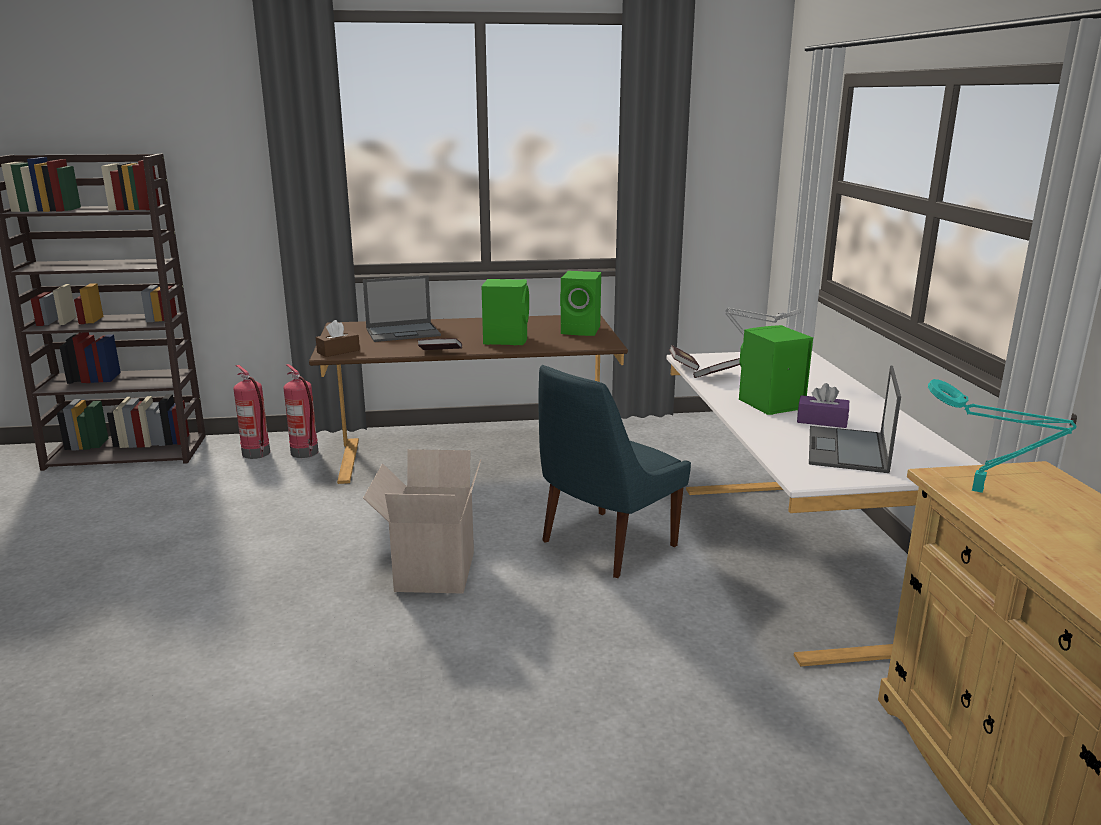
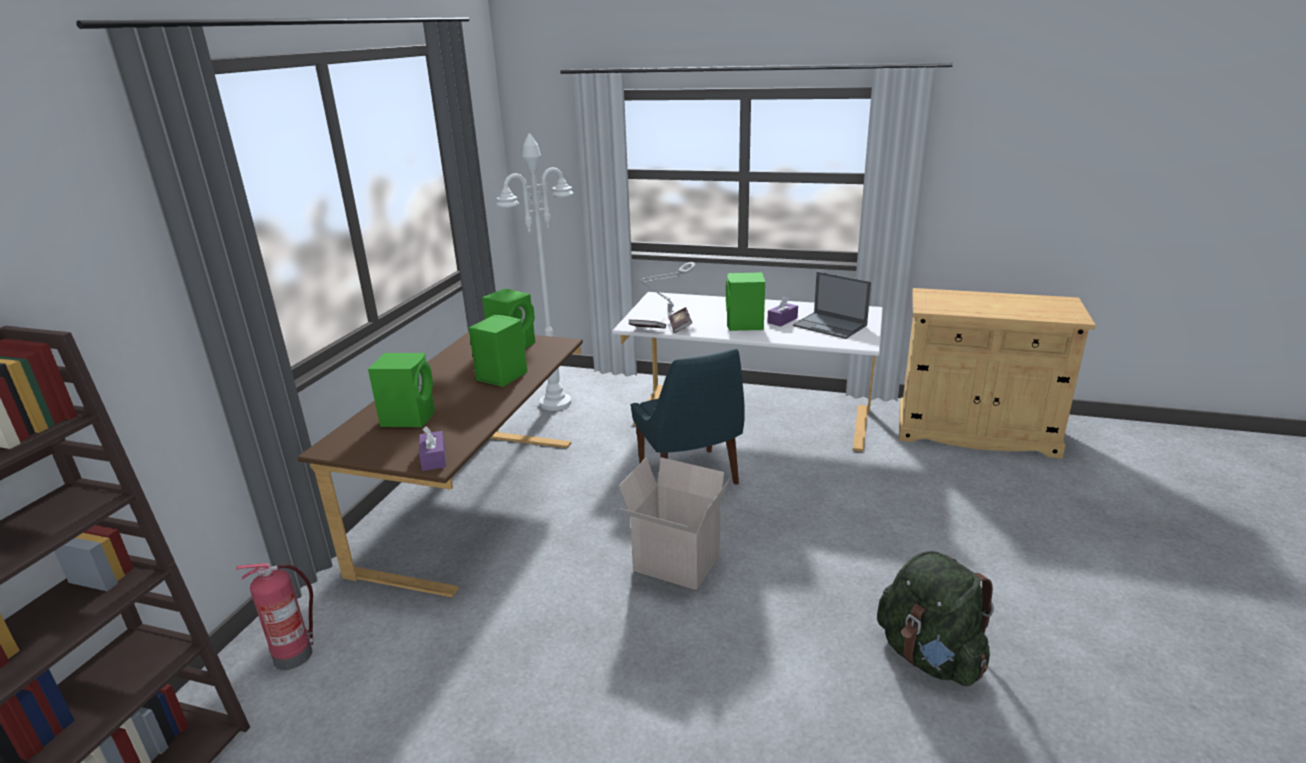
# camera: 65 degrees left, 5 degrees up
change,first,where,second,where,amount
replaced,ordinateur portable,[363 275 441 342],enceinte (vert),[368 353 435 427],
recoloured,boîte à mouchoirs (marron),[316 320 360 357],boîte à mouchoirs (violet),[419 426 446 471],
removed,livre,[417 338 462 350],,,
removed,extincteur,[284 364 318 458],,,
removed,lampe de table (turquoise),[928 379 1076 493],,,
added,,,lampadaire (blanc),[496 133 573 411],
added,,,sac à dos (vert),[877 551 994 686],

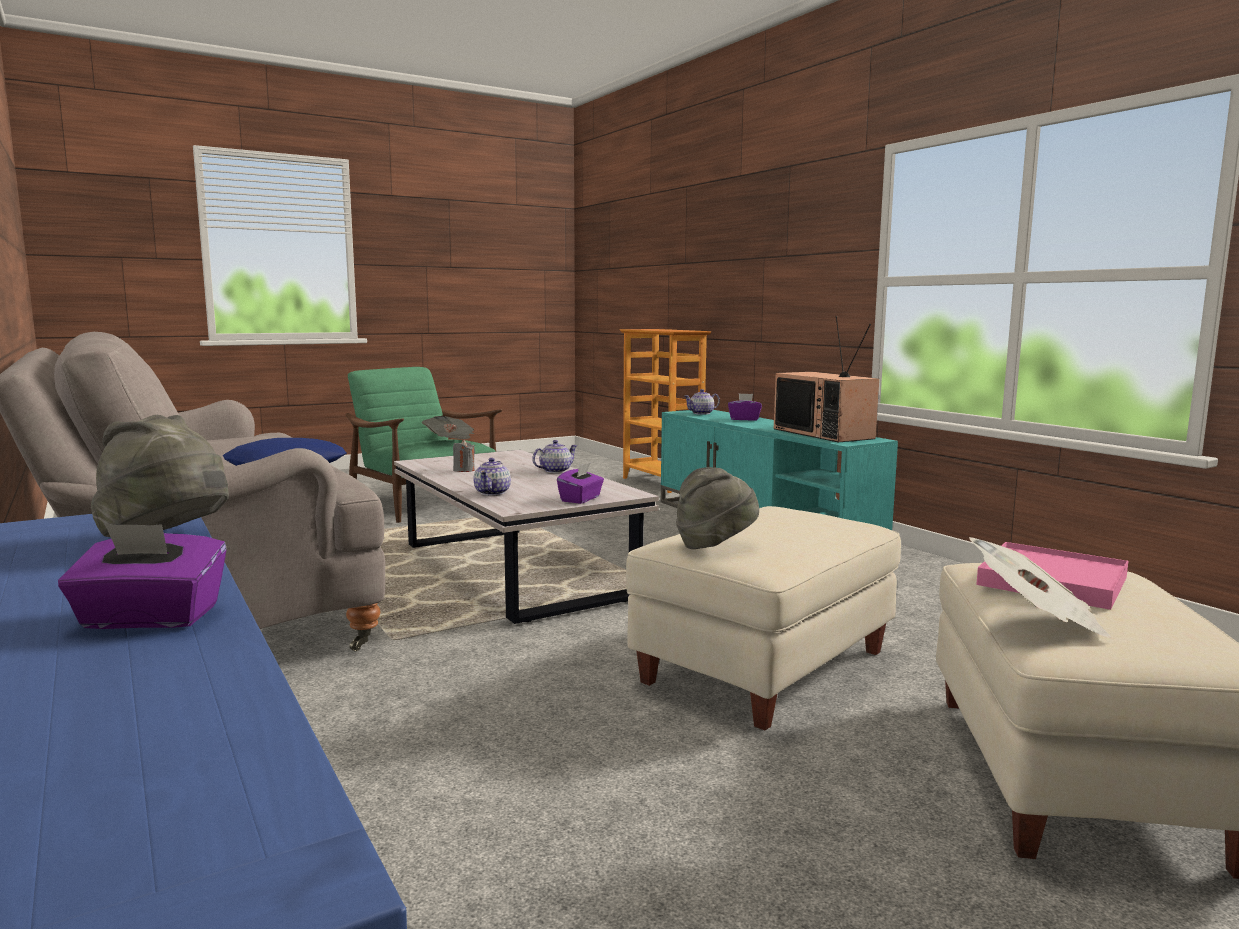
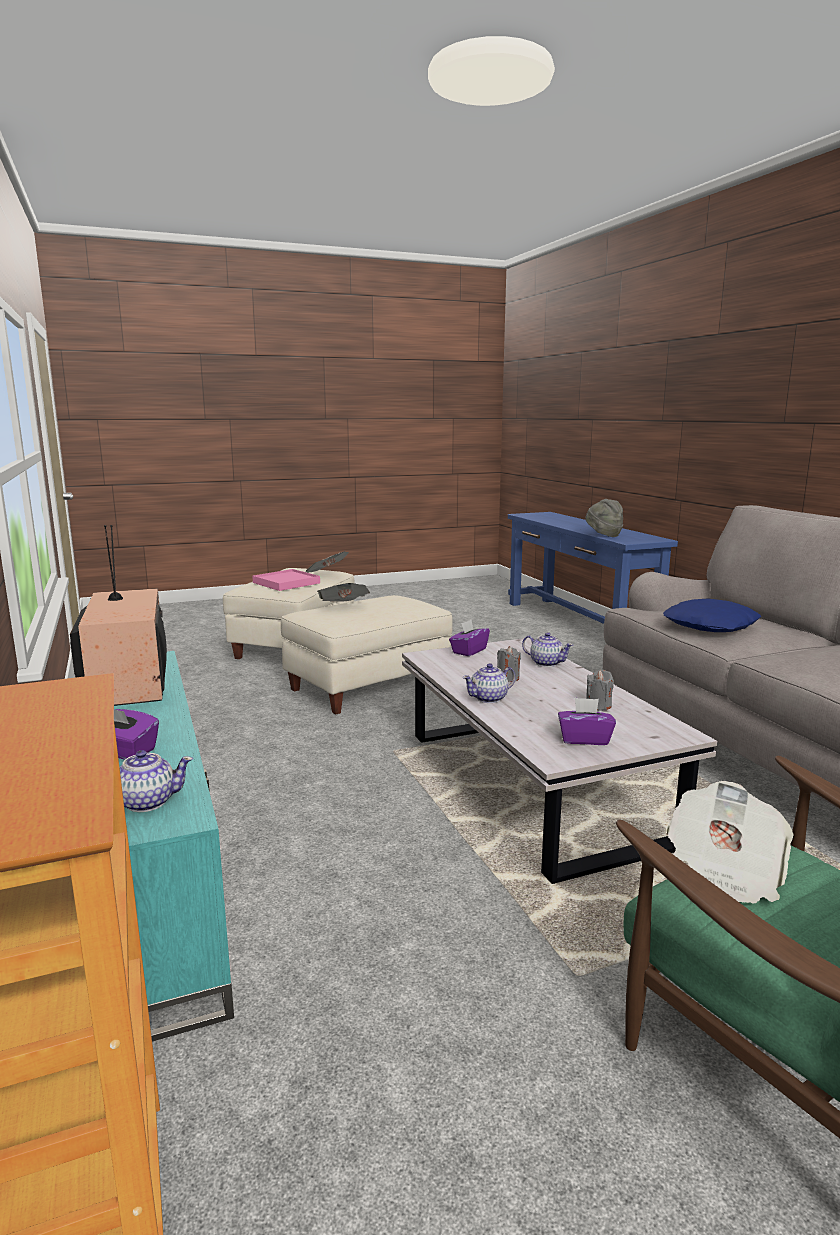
# camera: 170 degrees left, 5 degrees up
change,first,where,second,where,amount
turned,théière,[474 458 511 496],,[522 632 573 667],105 degrees clockwise
removed,chapeau (gris),[676 467 759 549],,,
moved,boîte à mouchoirs (violet),[58 523 227 629],,[558 698 616 745],
added,,,journal,[317 583 370 602],
added,,,bougie (gris),[497 646 521 682],

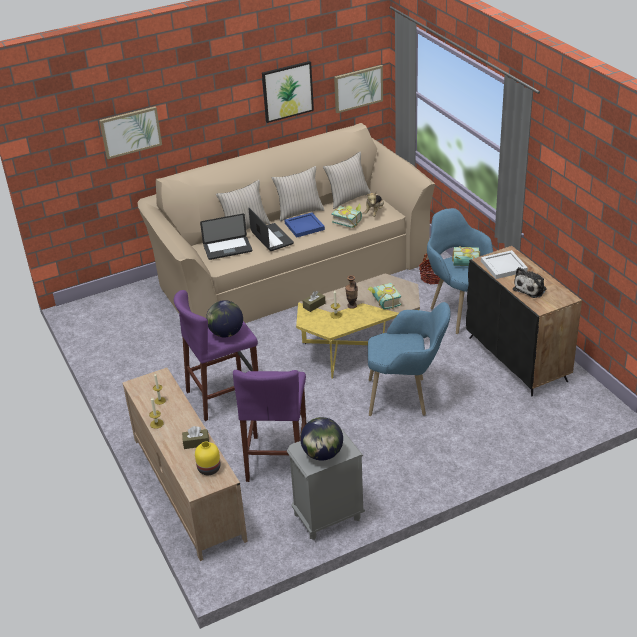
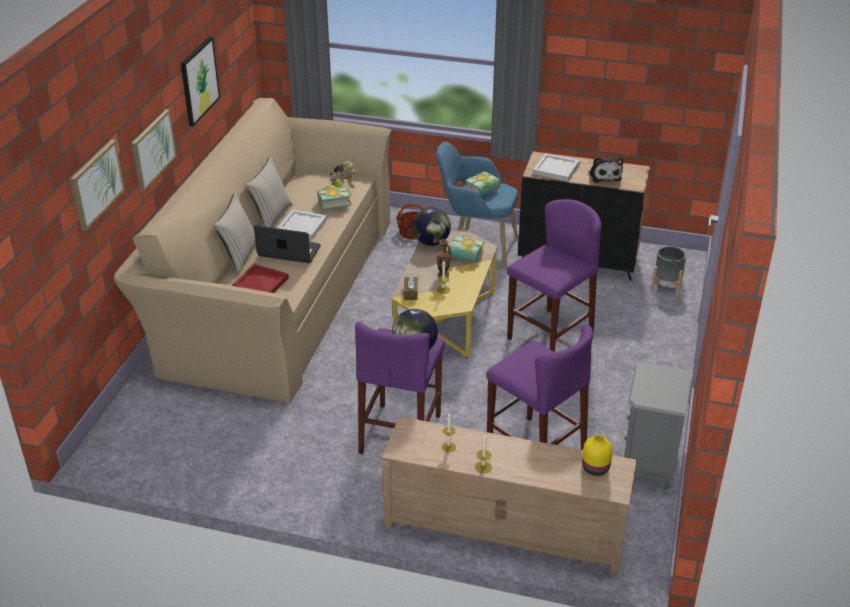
# camera: 50 degrees left, 0 degrees up
change,first,where,second,where,amount
moved,tableau,[334 65 383 113],,[131 109 177 192],
removed,coussin (beige),[323 152 371 209],,,
recoloured,plateau (bleu),[285 212 325 238],plateau (blanc),[278 209 327 239],
replaced,ordinateur portable,[200 214 252 260],plateau (rouge),[232 264 289 293],
replaced,fauteuil (bleu),[368 302 451 416],tabouret (violet),[507 199 601 352],
moved,globe,[300 417 343 461],,[413 207 451 246],
removed,boîte à mouchoirs (marron),[182 426 209 449],,,
added,,,cache-pot (gris),[651 246 686 296],

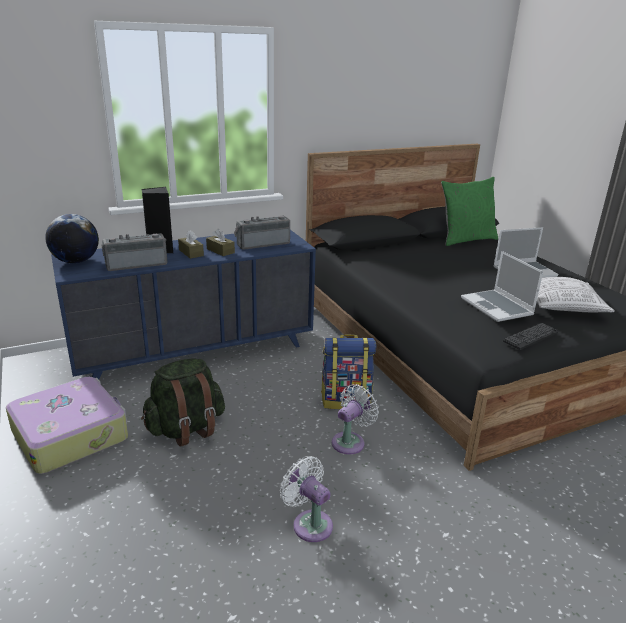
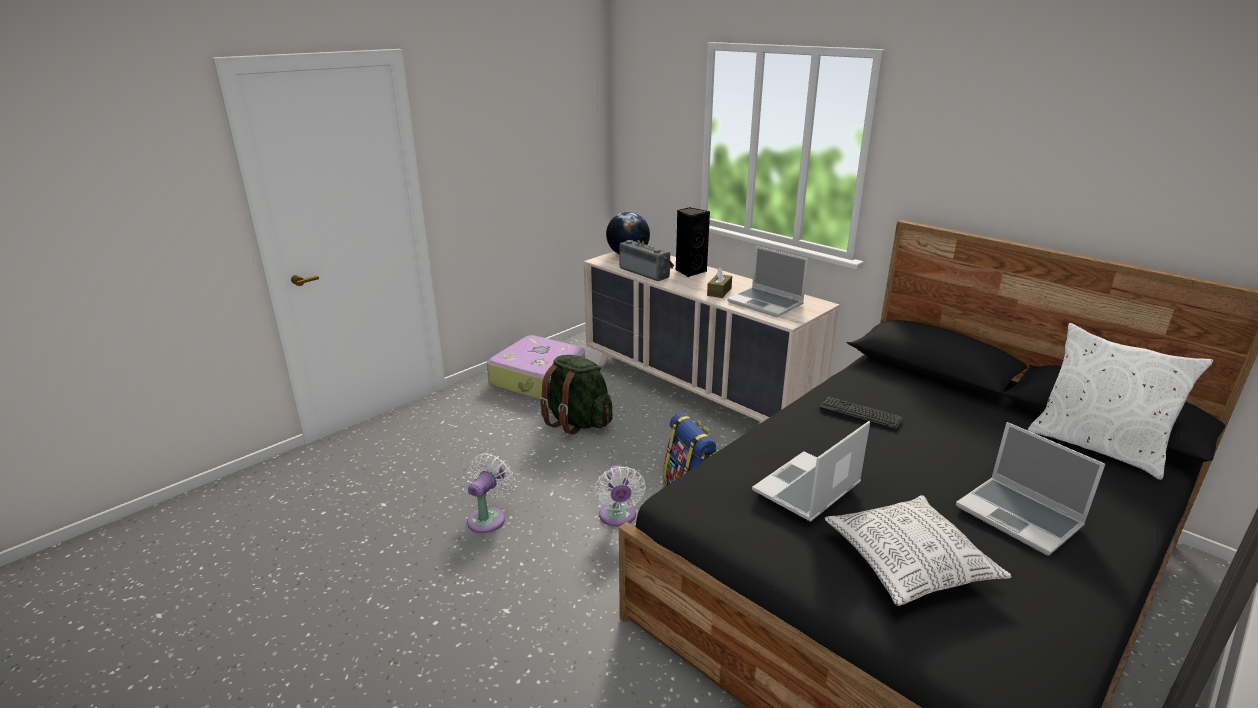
# camera: 70 degrees right, 0 degrees up
change,first,where,second,where,amount
recoloured,coussin (vert),[441 177 498 246],coussin (blanc),[1028 323 1213 480],
replaced,radio,[234 216 290 250],ordinateur portable,[727 246 808 317],
recoloured,commode (bleu),[51 230 316 379],commode (beige),[584 251 840 423],
removed,boîte à mouchoirs (marron),[178 230 204 259],,,
moved,clavier,[503 323 558 350],,[820 396 903 431],
turned,ventilateur (blanc),[332 384 379 455],,[594 465 646 527],60 degrees clockwise

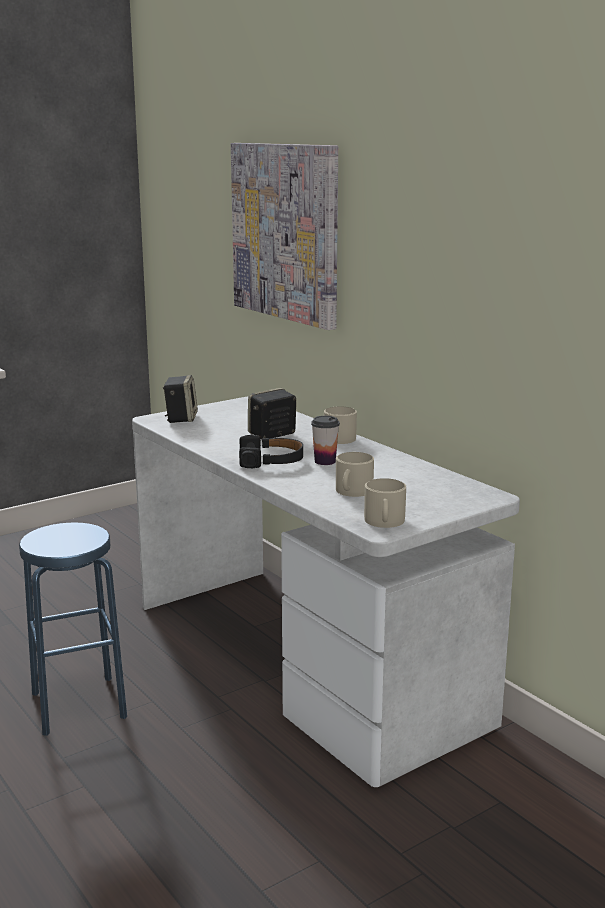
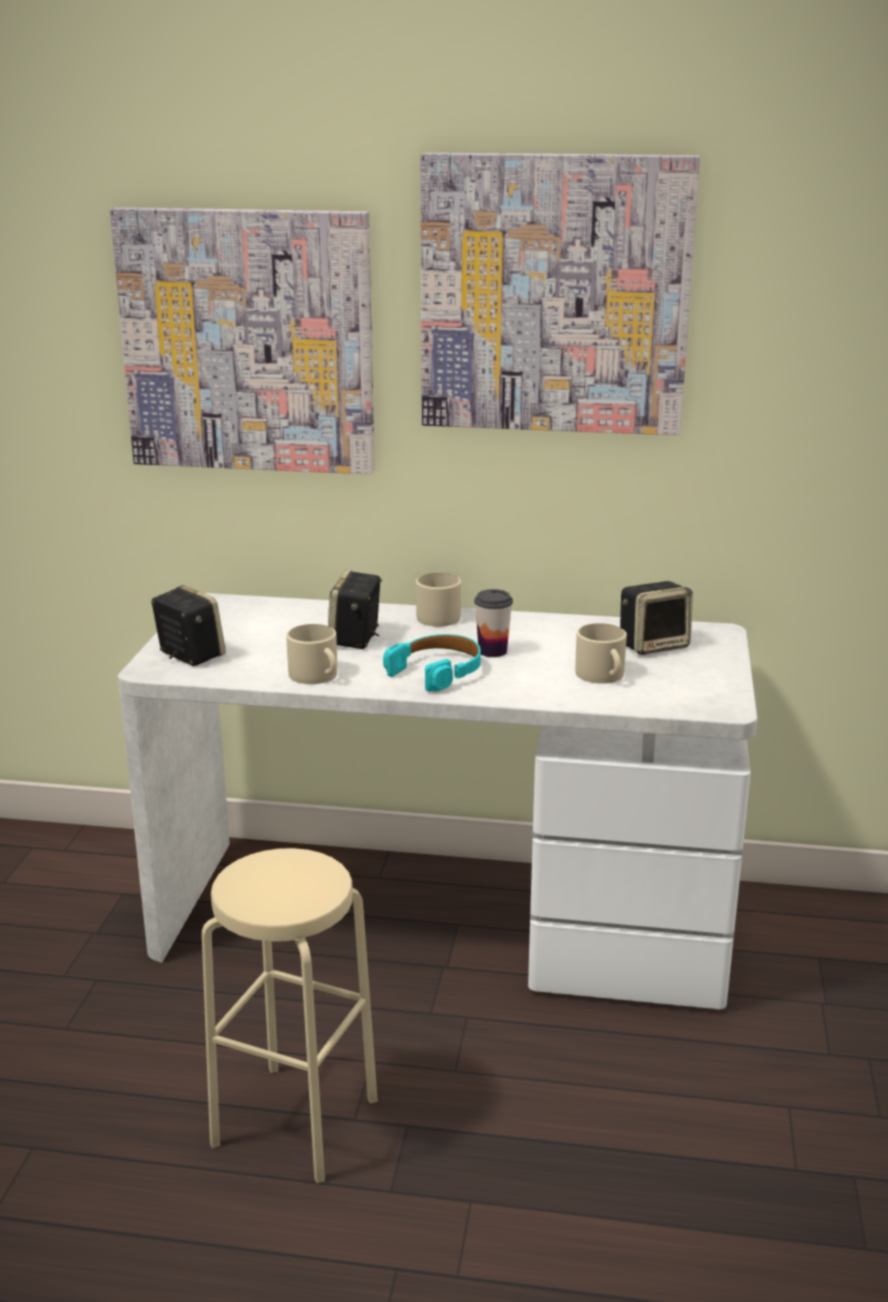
# camera: 45 degrees left, 5 degrees up
change,first,where,second,where,amount
recoloured,casque audio (noir),[239 435 303 468],casque audio (turquoise),[383 634 481 692],
moved,mug (beige),[364 478 406 528],,[286 624 337 684],
recoloured,tabouret (bleu),[19 522 127 736],tabouret (beige),[202 848 377 1183],
added,,,tableau,[420 153 700 435],
added,,,enceinte,[620 581 693 655],

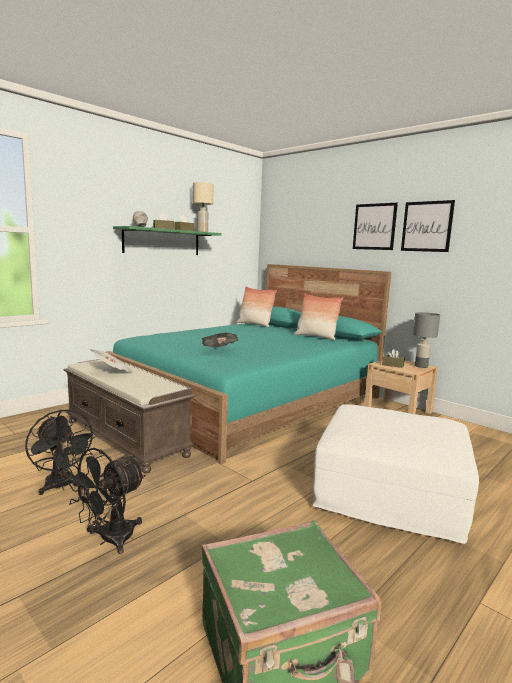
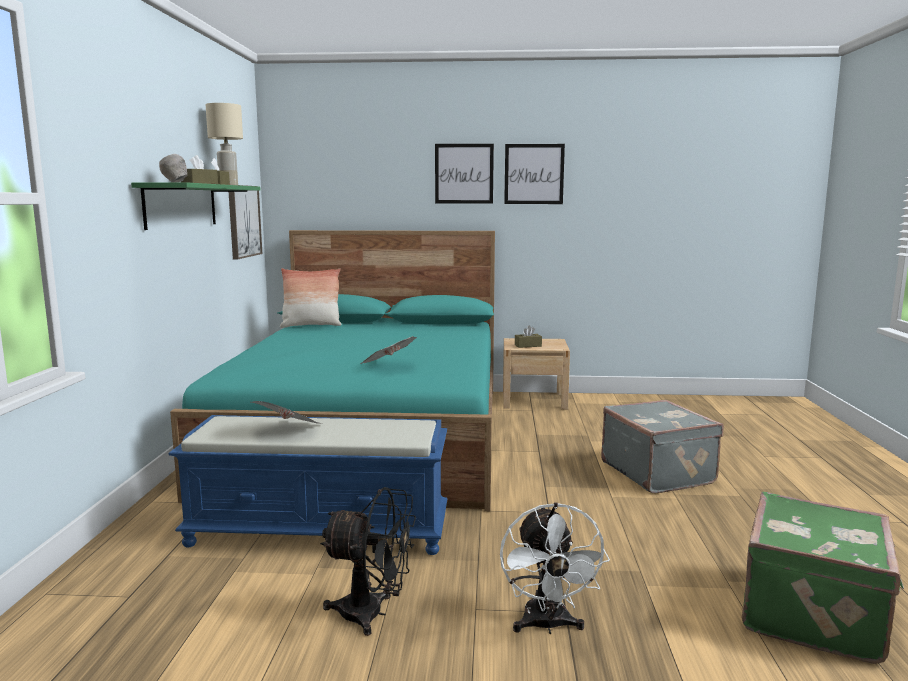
# camera: 40 degrees left, 0 degrees up
change,first,where,second,where,amount
removed,coussin,[294 293 343 340],,,
removed,lampe de table (gris),[413 312 440 368],,,
recoloured,banc (marron),[63 359 195 473],banc (bleu),[169 415 447 555],
replaced,pouf (blanc),[312 404 479 544],valise (gris),[601 400 724 493],
recoloured,ventilateur (noir),[64 448 146 554],ventilateur (blanc),[500 503 610 634],
added,,,tableau,[229 185 262 259],

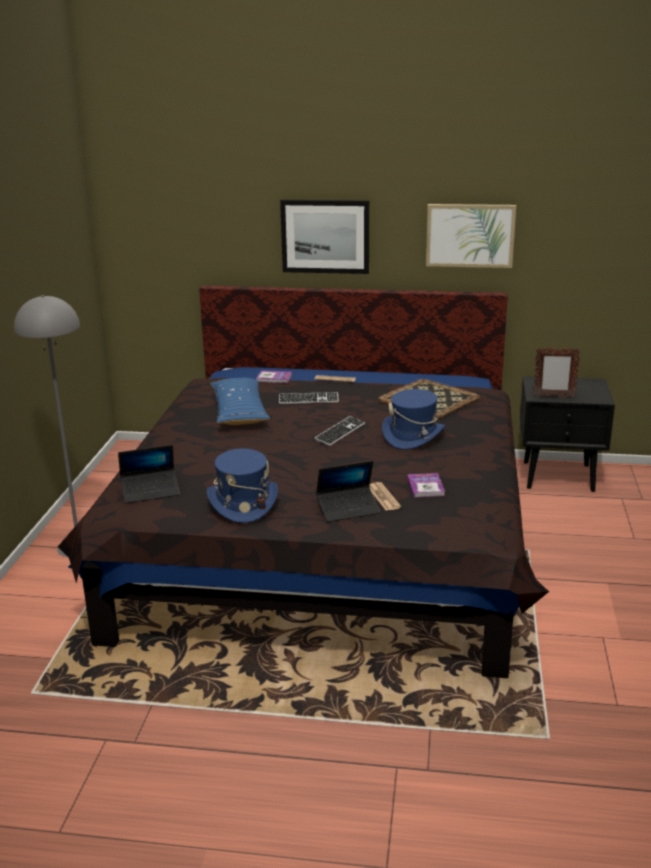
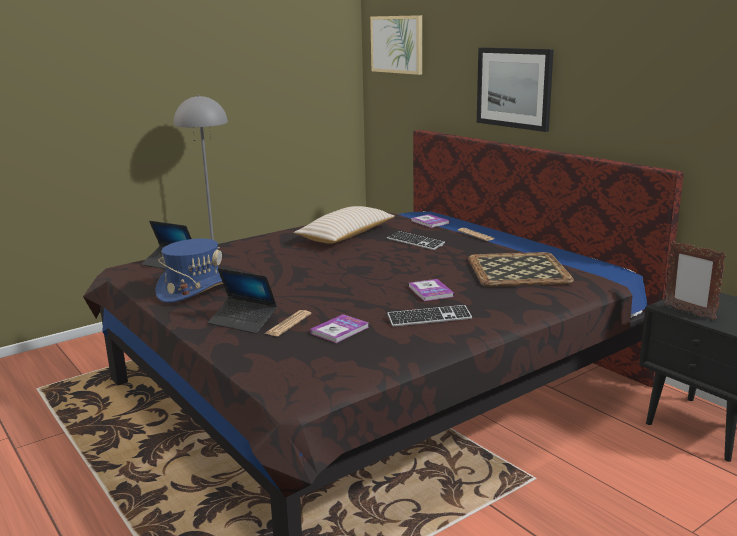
# camera: 45 degrees right, 5 degrees down
change,first,where,second,where,amount
moved,tableau,[426 204 516 268],,[370 15 422 75],
recoloured,coussin (bleu),[210 378 270 425],coussin (beige),[294 206 395 244],
replaced,chapeau (bleu),[382 389 445 450],livre,[409 279 454 301],
moved,clavier,[314 416 365 446],,[387 305 472 326],

